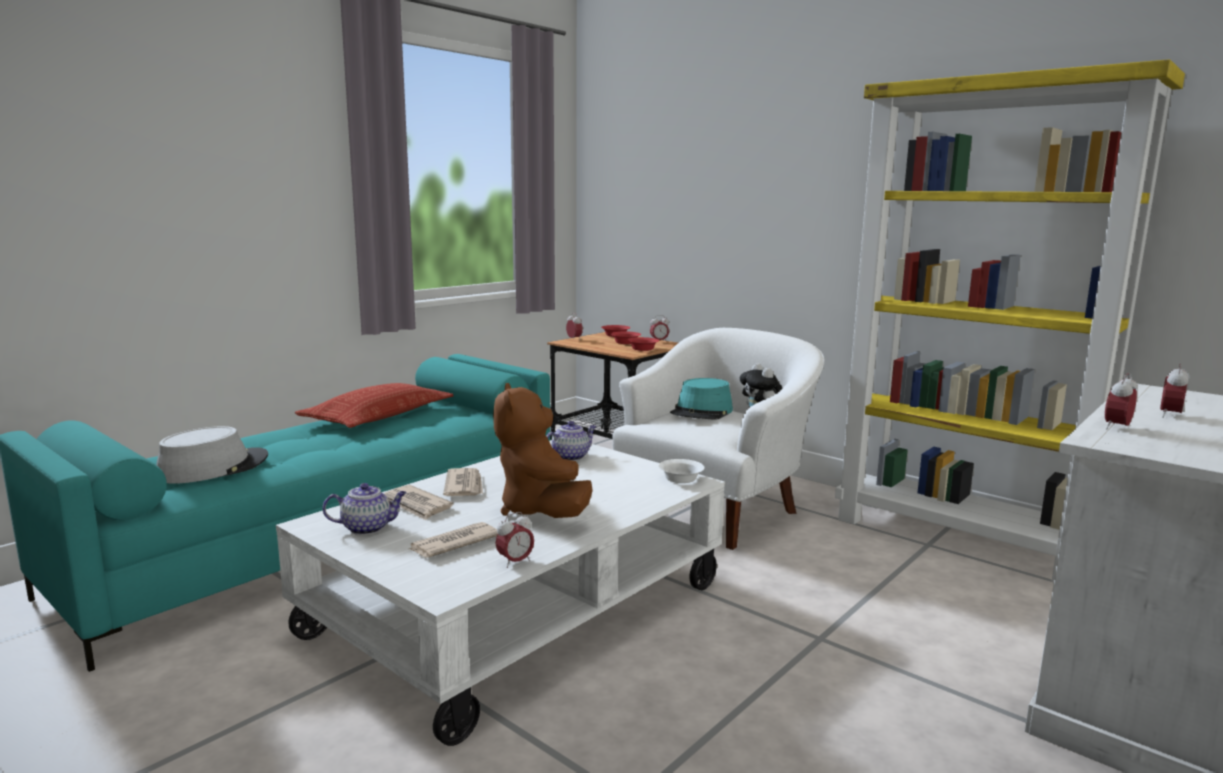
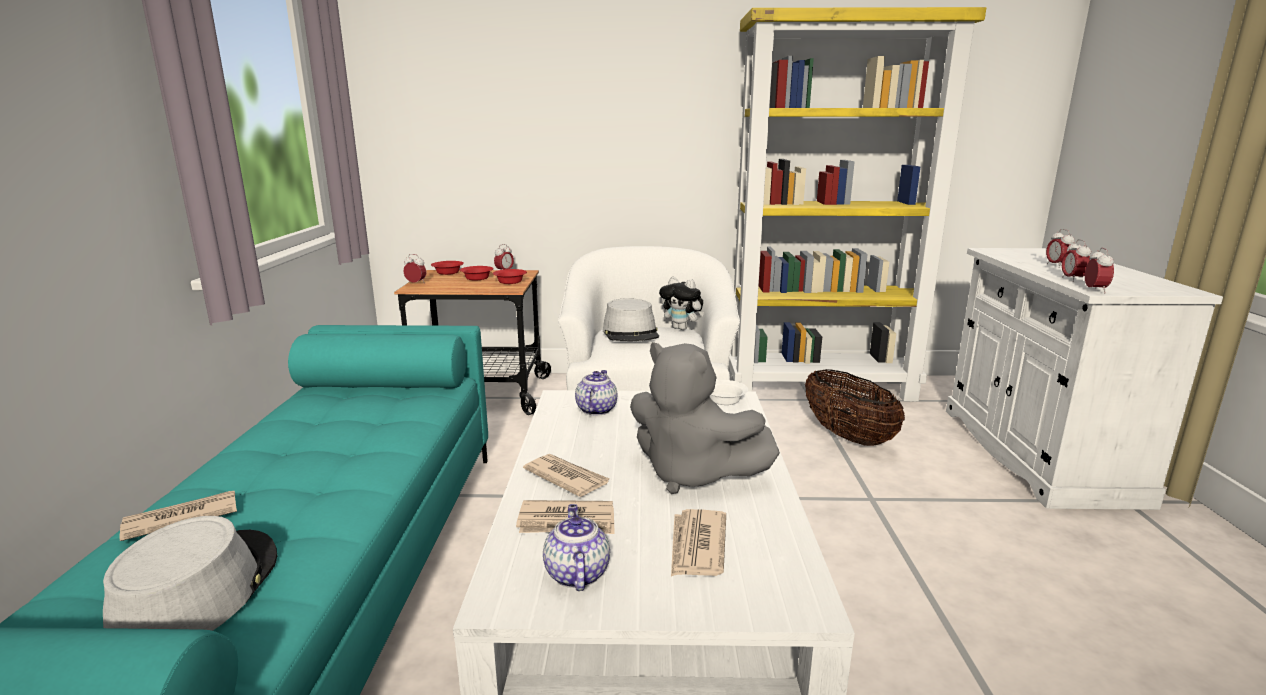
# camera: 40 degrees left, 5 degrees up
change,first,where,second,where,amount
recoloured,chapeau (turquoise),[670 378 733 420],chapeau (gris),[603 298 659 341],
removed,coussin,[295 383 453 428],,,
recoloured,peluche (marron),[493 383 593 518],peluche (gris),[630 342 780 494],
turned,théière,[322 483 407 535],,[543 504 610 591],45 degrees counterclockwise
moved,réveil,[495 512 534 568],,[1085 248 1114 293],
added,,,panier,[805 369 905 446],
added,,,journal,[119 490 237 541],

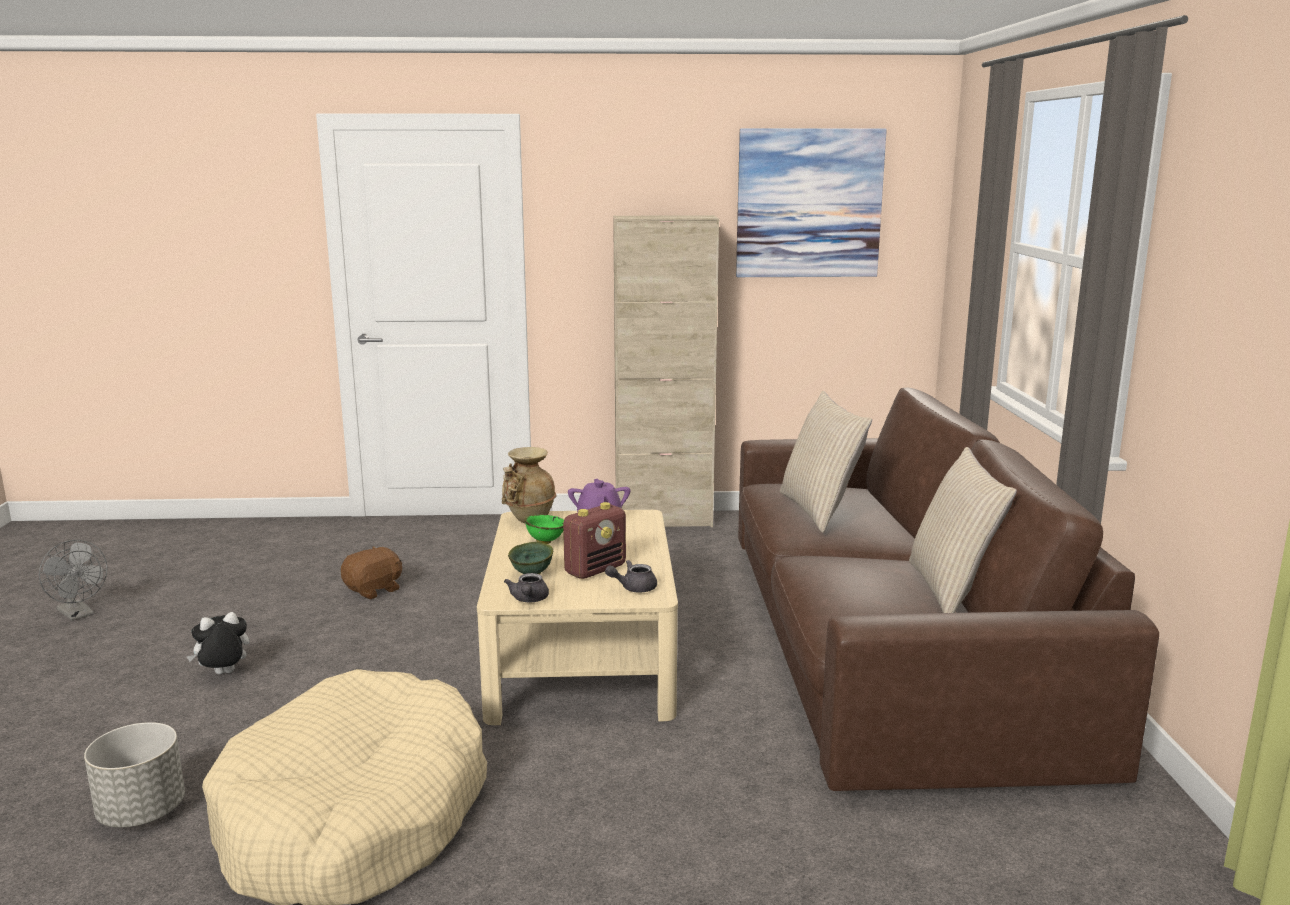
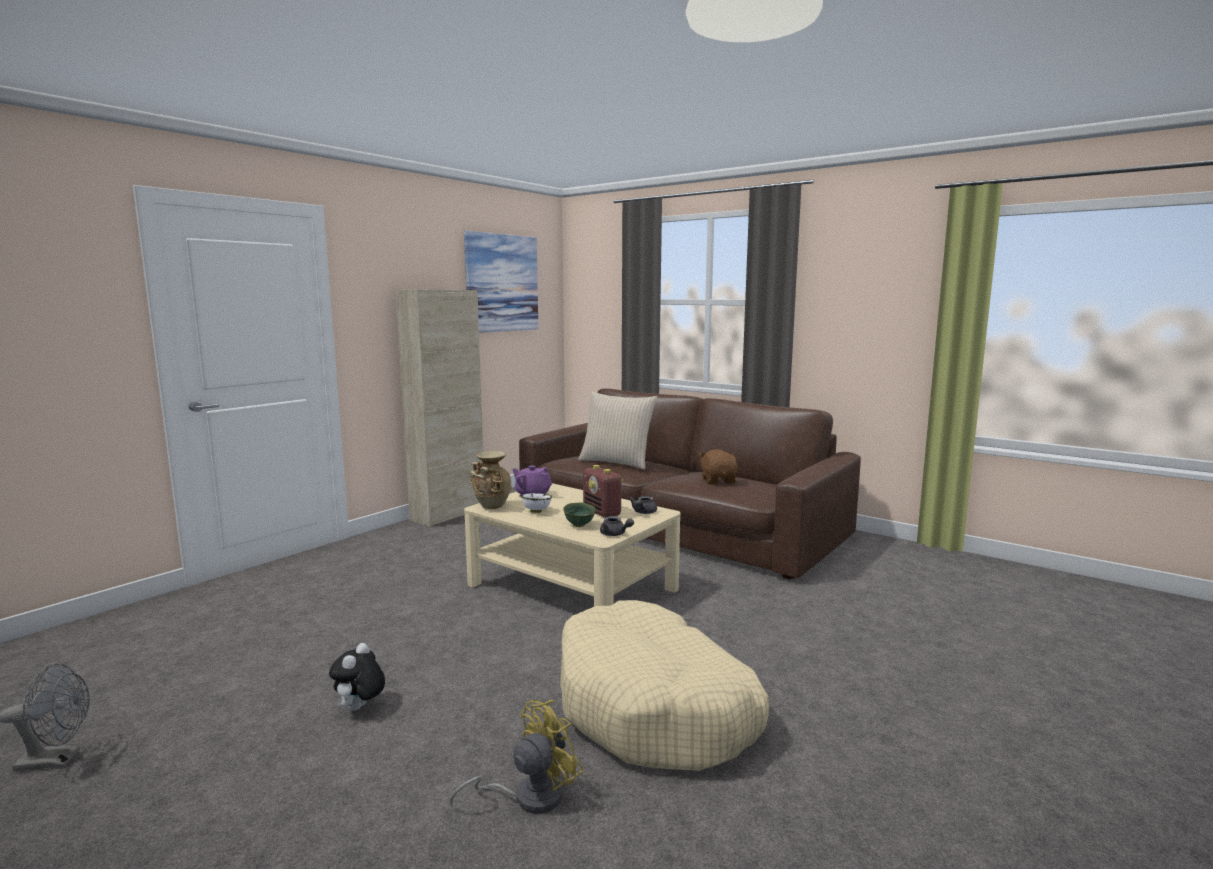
# camera: 50 degrees left, 5 degrees down
change,first,where,second,where,amount
removed,coussin (beige),[909 447 1017 613],,,
turned,radio,[563 502 626 579],,[583 465 623 518],150 degrees clockwise
recoloured,bol (vert),[525 514 564 544],bol (blanc),[521 493 552 513],
moved,peluche (marron),[341 546 402 599],,[699 449 738 484],
replaced,cache-pot (gris),[84 722 185 828],ventilateur (jaune),[450 700 584 814],

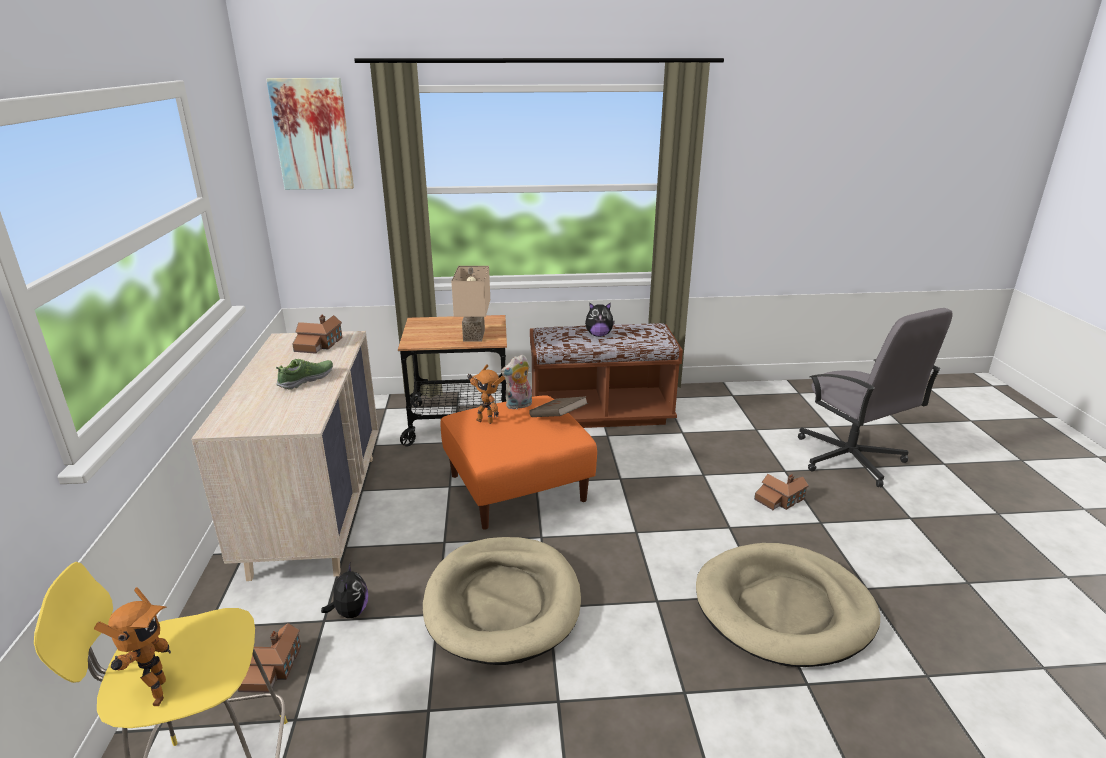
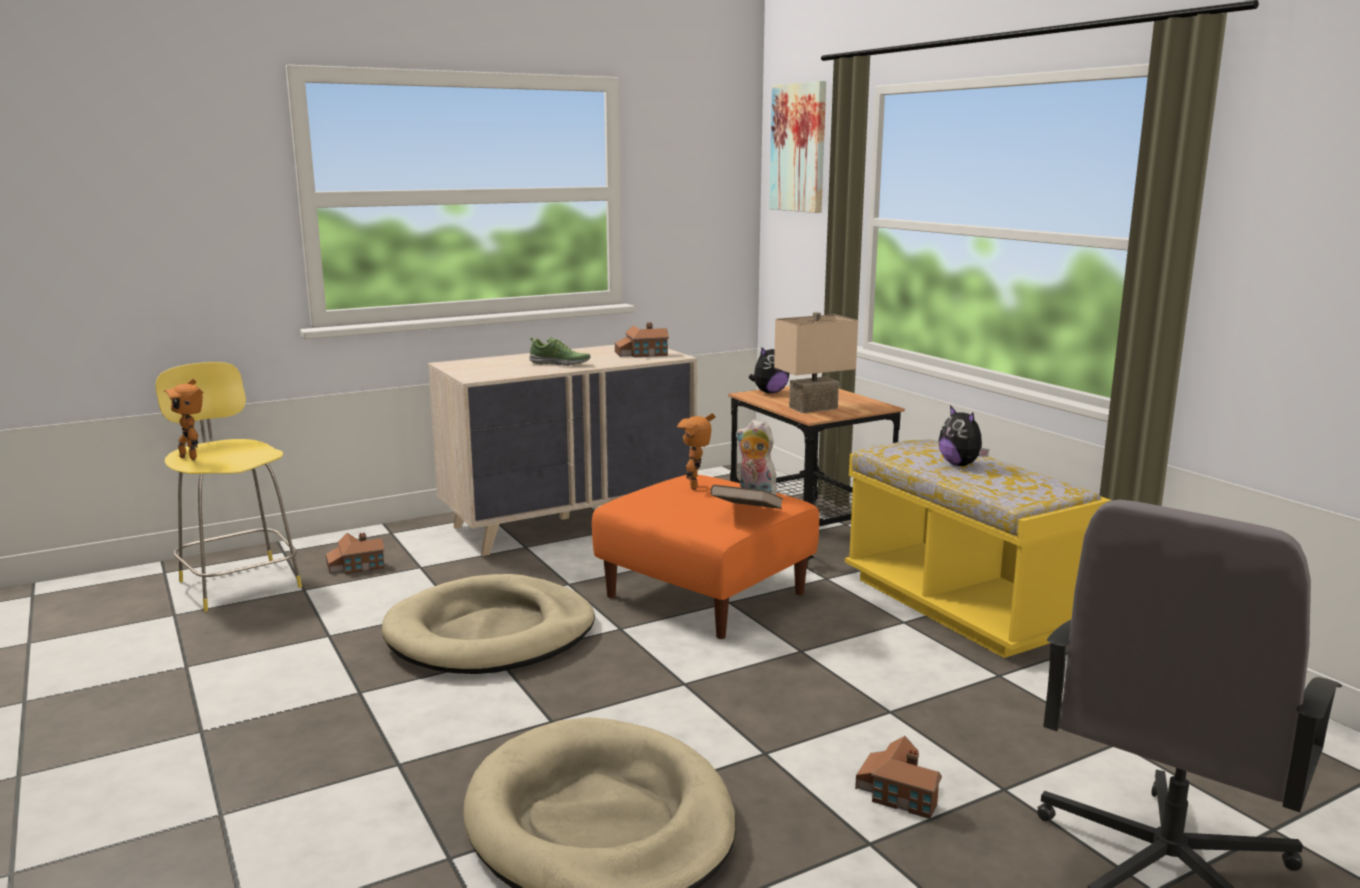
# camera: 65 degrees right, 10 degrees down
change,first,where,second,where,amount
recoloured,banc (marron),[530 323 683 428],banc (jaune),[845 439 1111 658],
moved,peluche,[321 563 368 618],,[749 348 789 393],
turned,robot jouet,[94 587 171 706],,[164 379 203 460],75 degrees clockwise

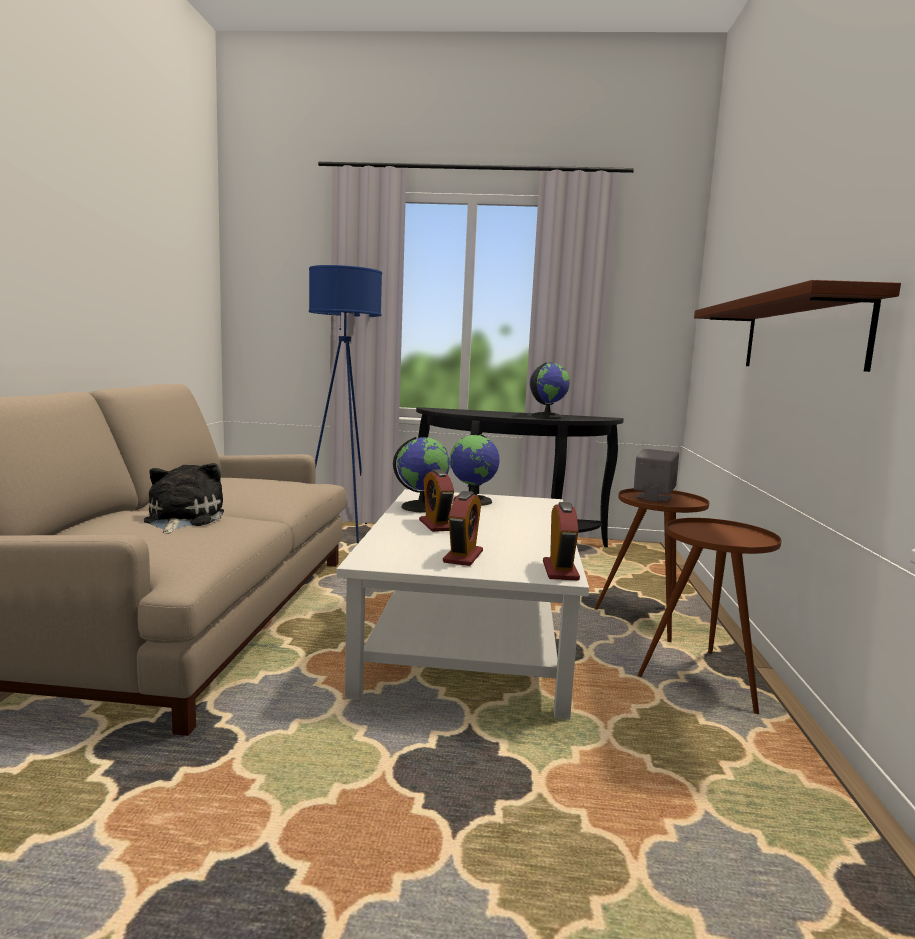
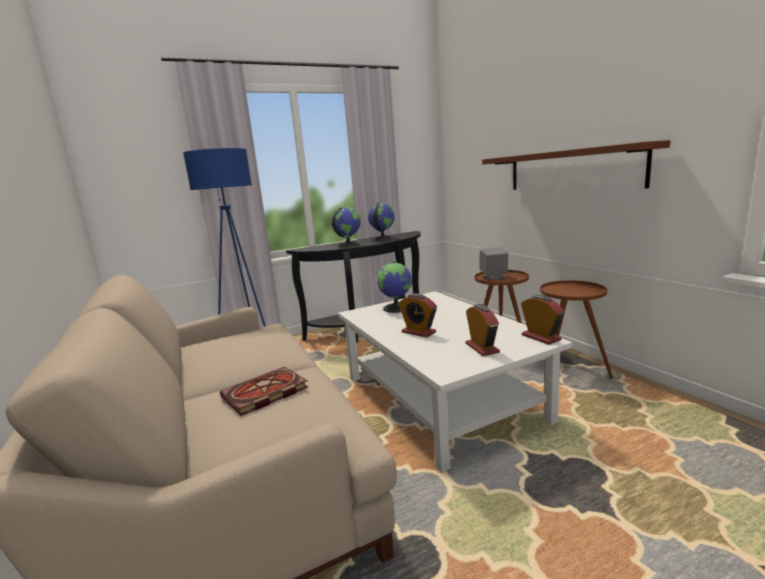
# camera: 30 degrees left, 5 degrees up
change,first,where,second,where,amount
moved,globe,[393 437 450 513],,[332 207 361 248],
replaced,peluche,[144 463 224 534],livre,[220 367 308 416],

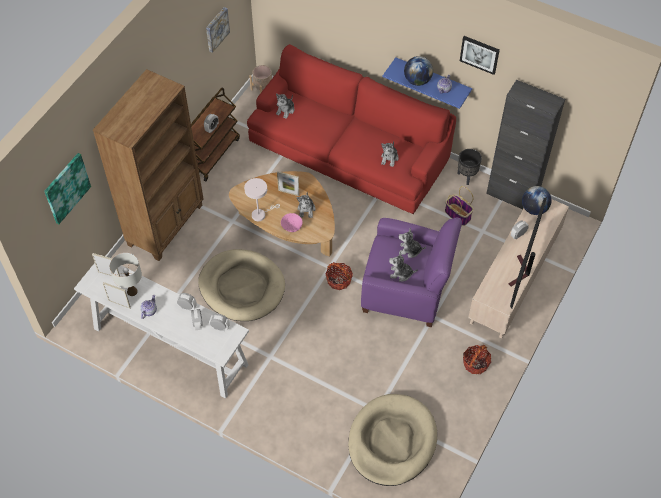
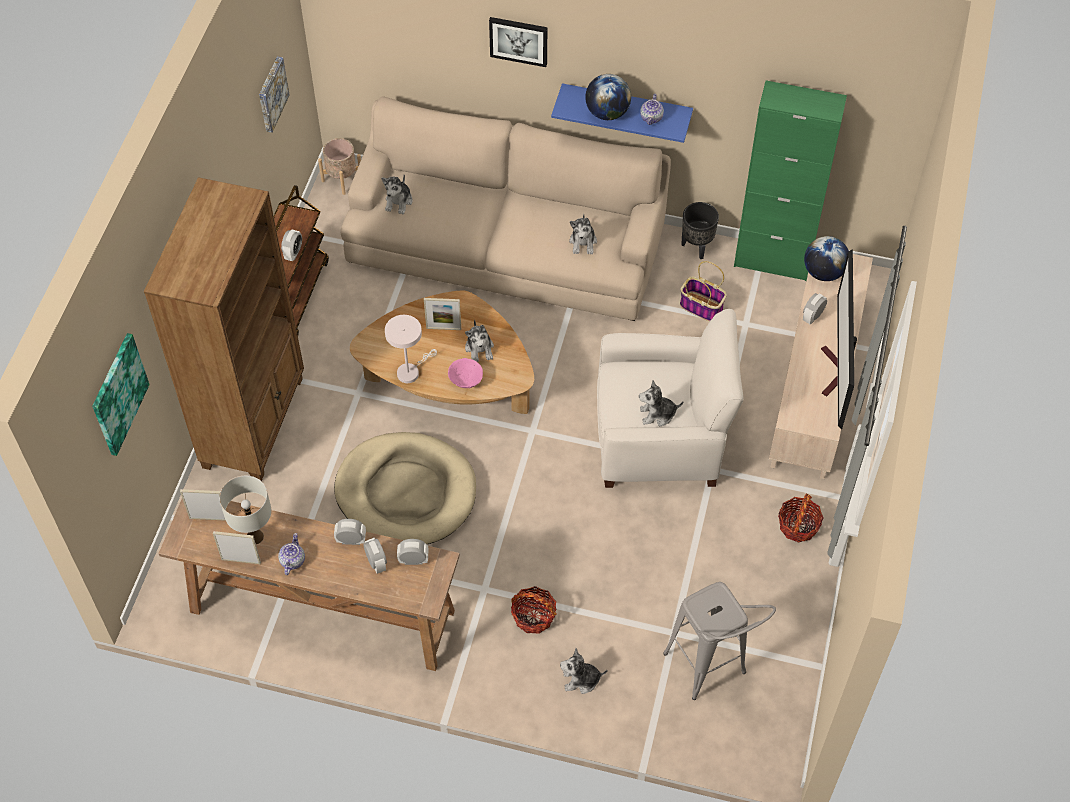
# camera: 15 degrees left, 0 degrees up
change,first,where,second,where,amount
moved,tableau,[460 36 500 75],,[489 17 547 67],
recoloured,canapé (rouge),[247 44 456 214],canapé (beige),[341 96 671 321],
recoloured,meuble de rangement (noir),[486 80 565 209],meuble de rangement (vert),[734 81 847 281],
recoloured,fauteuil (violet),[361 218 462 327],fauteuil (blanc),[597 309 743 488],
moved,peluche,[399 228 426 258],,[560 648 608 694],
moved,panier,[326 262 353 290],,[511 586 556 634],
recoloured,table console (blanc),[74 263 249 399],table console (marron),[158 499 460 671],
replaced,panier pour chien (beige),[348 394 437 486],tabouret (gris),[663 582 776 700],

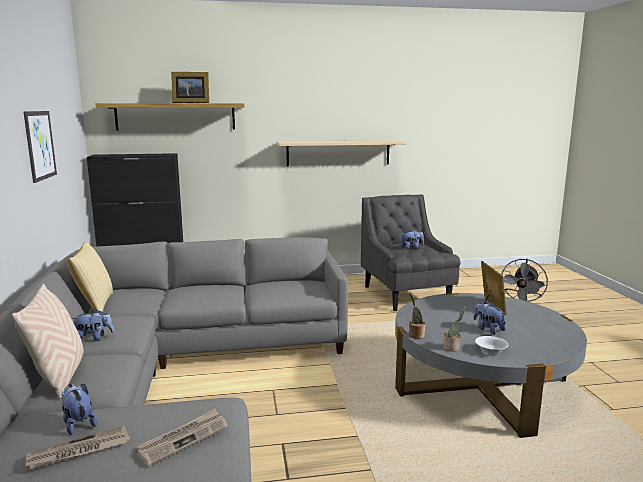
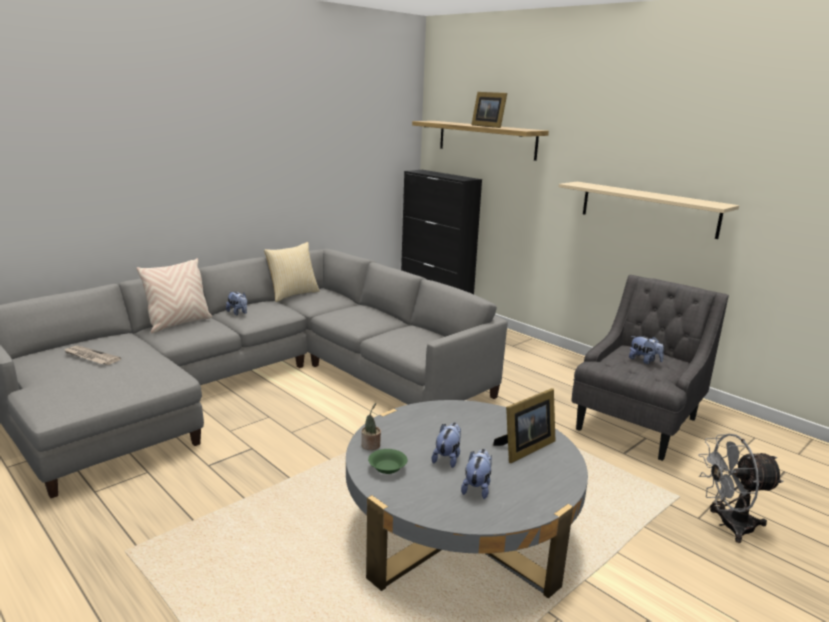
# camera: 55 degrees right, 5 degrees up
change,first,where,second,where,amount
removed,tableau,[23 111 57 183],,,
removed,plante en pot,[409 293 425 339],,,
recoloured,bol (blanc),[475 336 508 354],bol (vert),[368 449 407 474],
moved,peluche,[61 384 97 435],,[461 449 492 499],
removed,journal,[136 409 228 466],,,

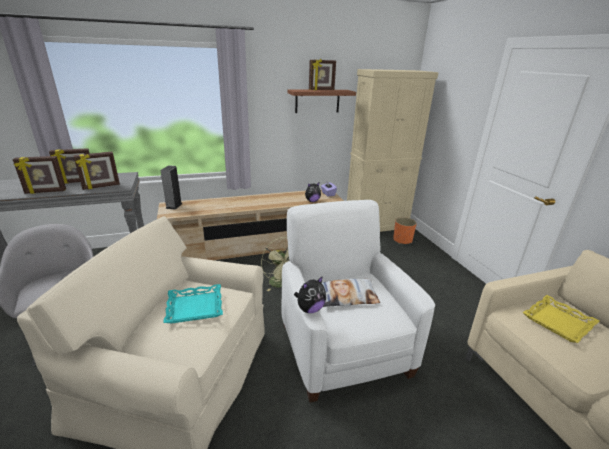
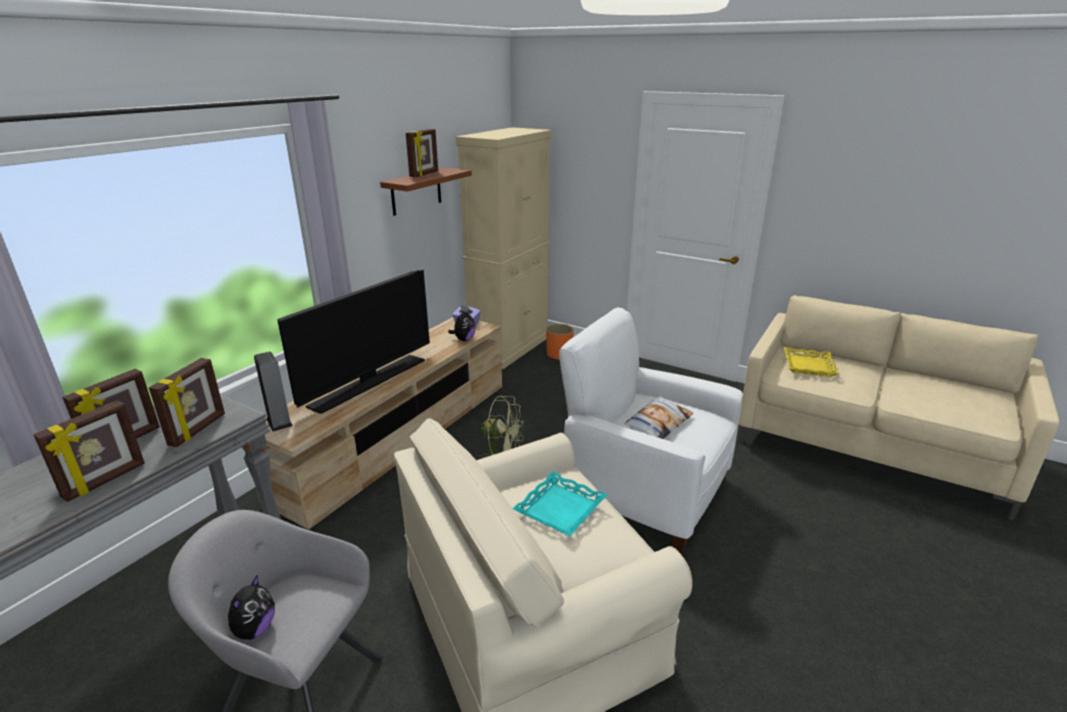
# camera: 40 degrees left, 0 degrees up
change,first,where,second,where,amount
moved,peluche,[294 276 326 313],,[228 574 275 640],
added,,,téléviseur,[277 270 430 414],

